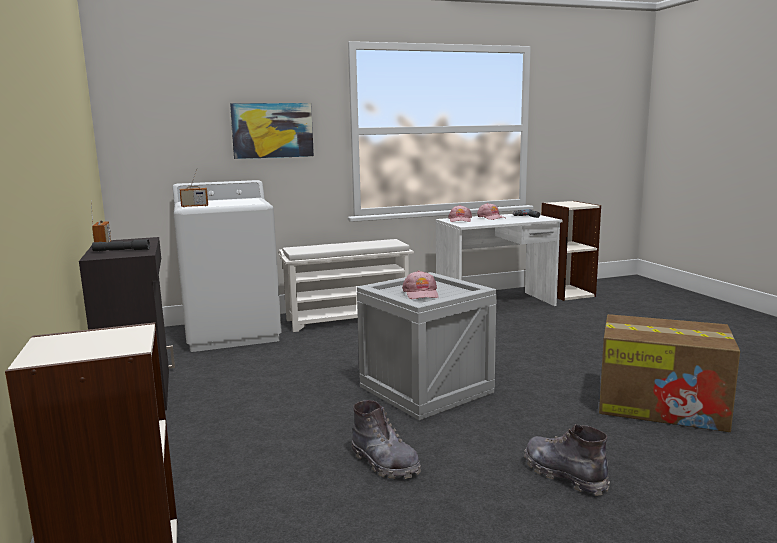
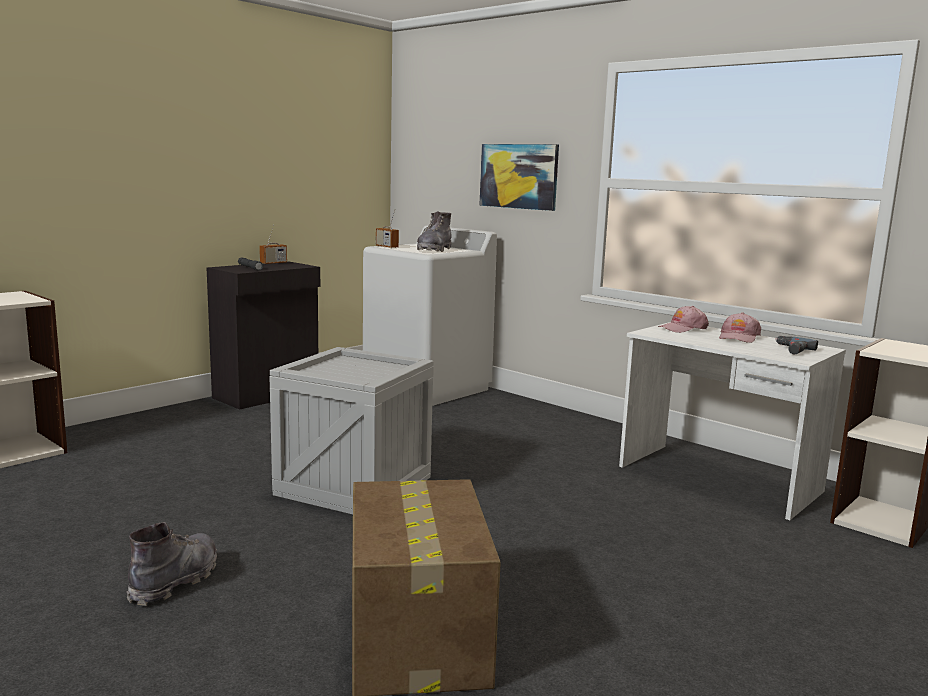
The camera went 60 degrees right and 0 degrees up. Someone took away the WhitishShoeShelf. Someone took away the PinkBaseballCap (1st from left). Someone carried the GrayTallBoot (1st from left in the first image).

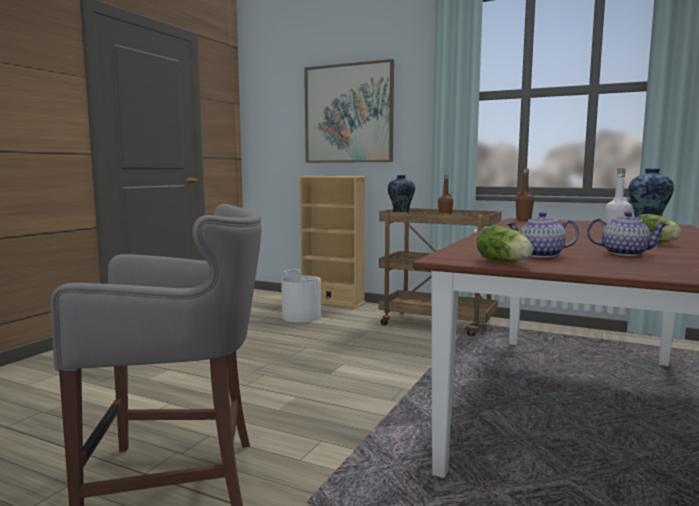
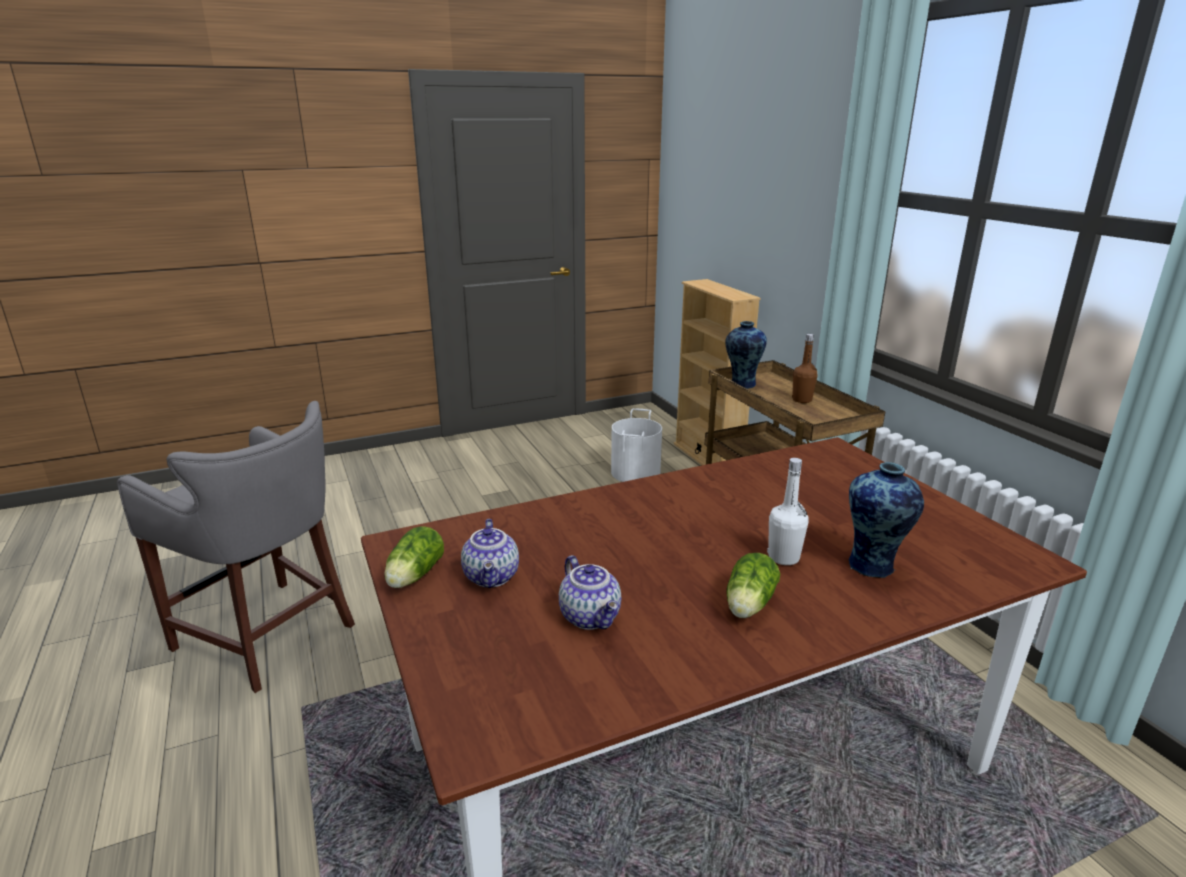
The camera went 40 degrees right and 15 degrees up. Someone took away the WallPicture. Someone took away the BrownishBottle (2nd from left). Someone rotated the Teapot (1st from left) by 135 degrees counterclockwise.

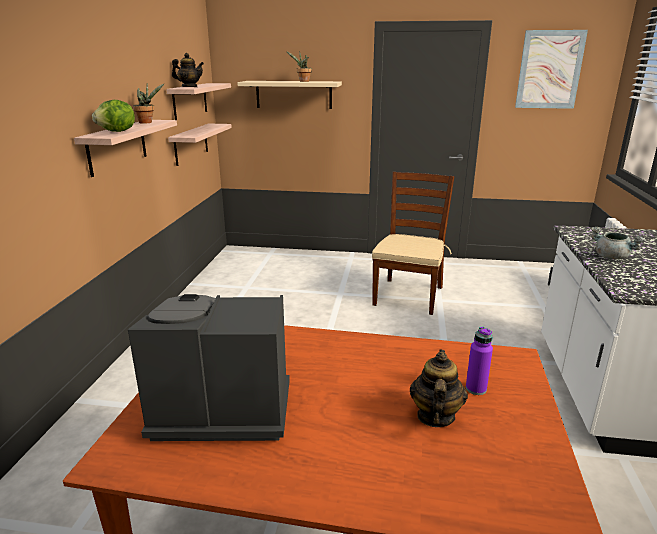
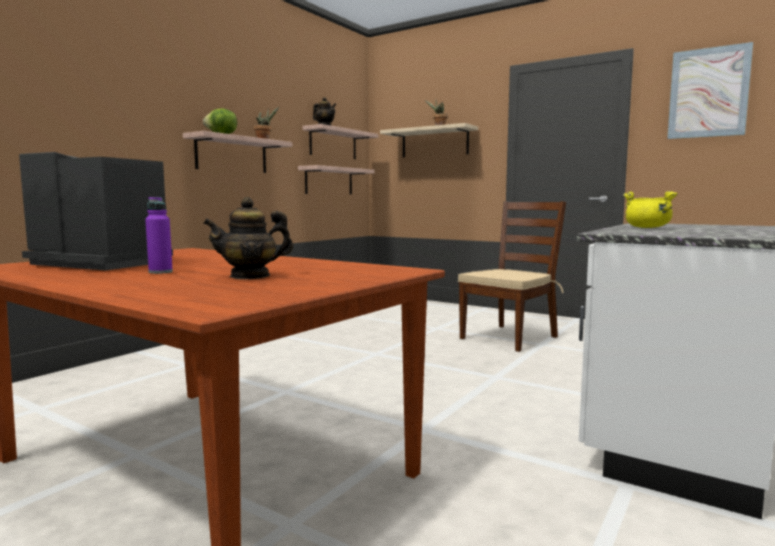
The camera went 25 degrees right and 15 degrees down. Someone repainted the GrayCookingPot, which became the YellowishCookingPot. Someone carried the PurplishBottle. Someone rotated the Teapot (2nd from left in the first image) by 150 degrees counterclockwise.

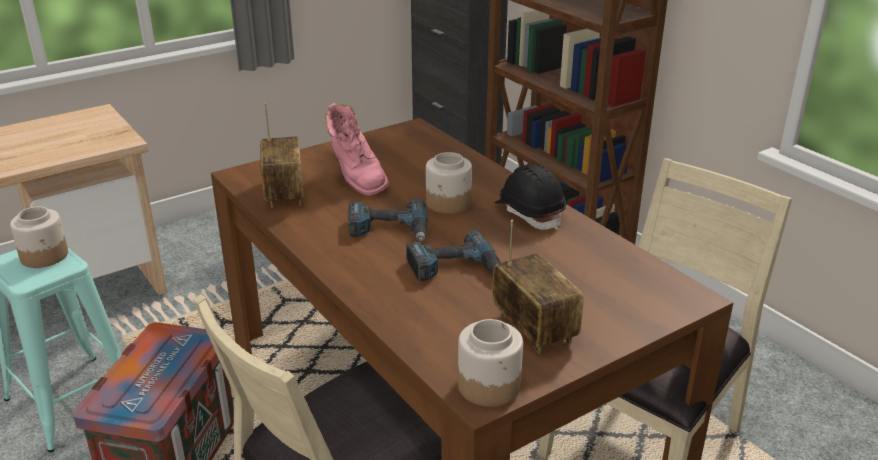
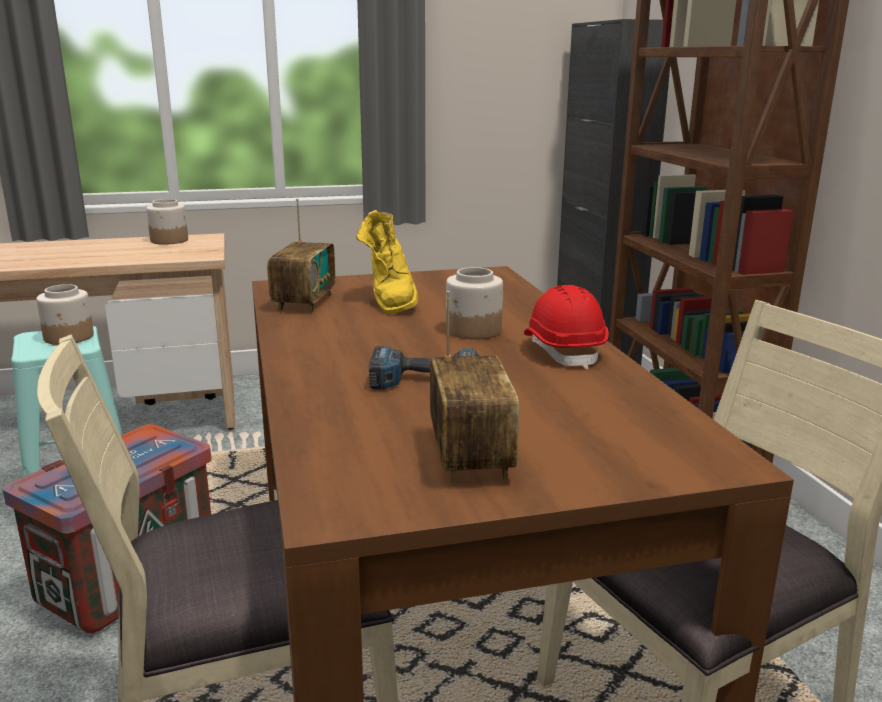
The camera went 20 degrees right and 10 degrees down. Someone repainted the PinkTallBoot, which became the YellowishTallBoot. Someone repainted the BlackWorkHelmet, which became the RedWorkHelmet. Someone took away the ElectricDrill (1st from left). Someone carried the StorageJar (3rd from left in the first image).

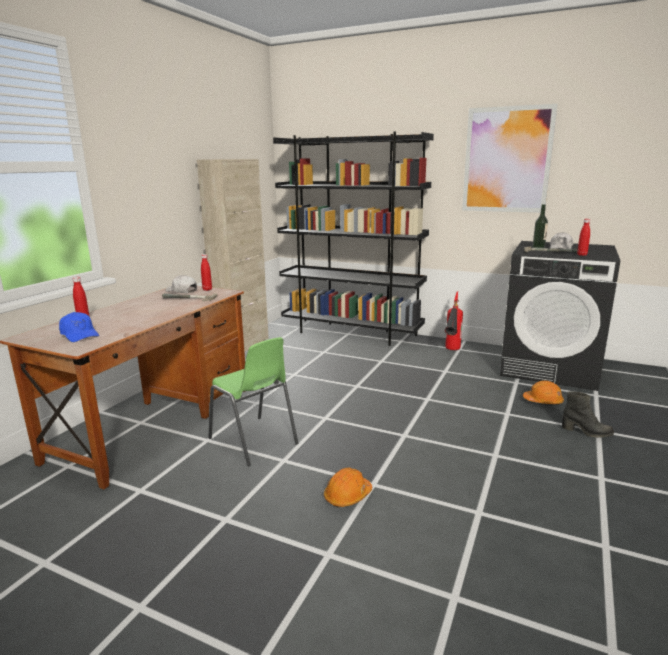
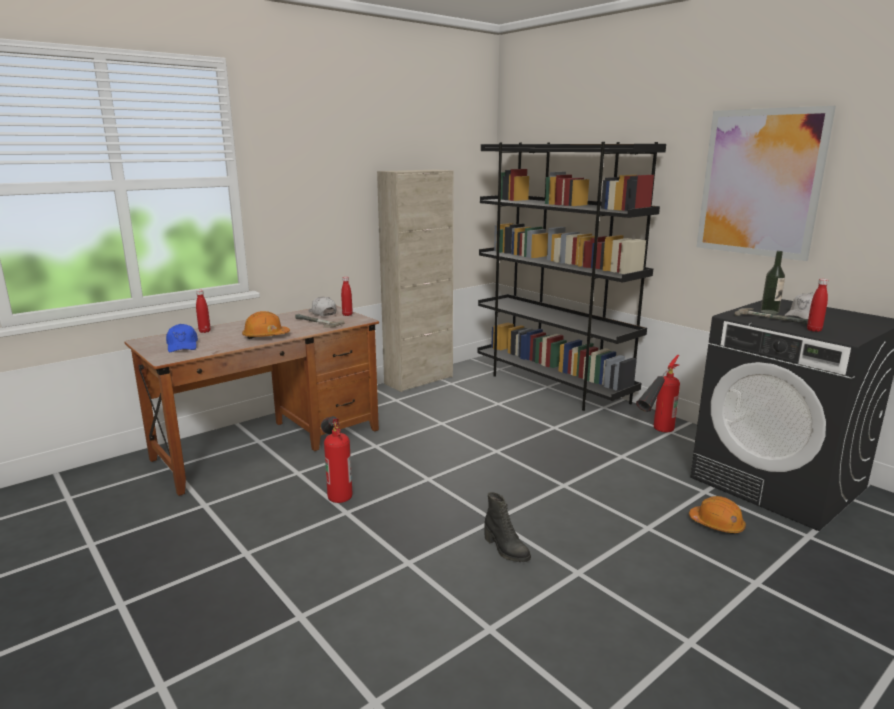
The camera went 25 degrees right and 0 degrees up. Someone swapped the GreenColouredChair for the FireFightingCylinder (1st from left). Someone carried the BlackTallBoot. Someone carried the OrangeColouredWorkHelmet (1st from left).

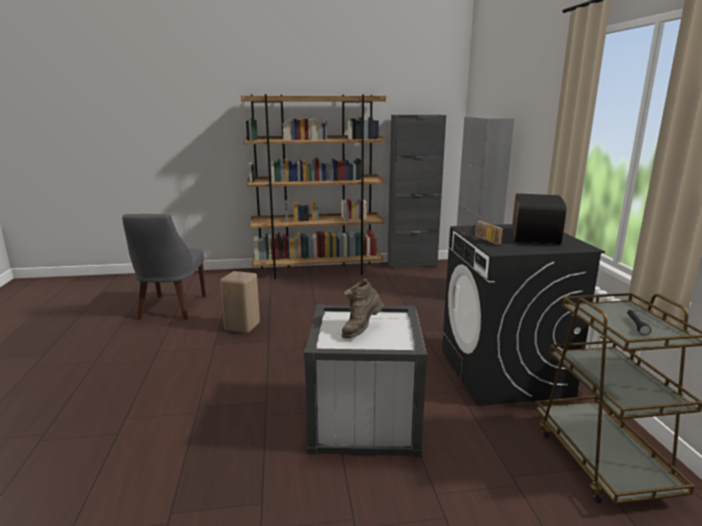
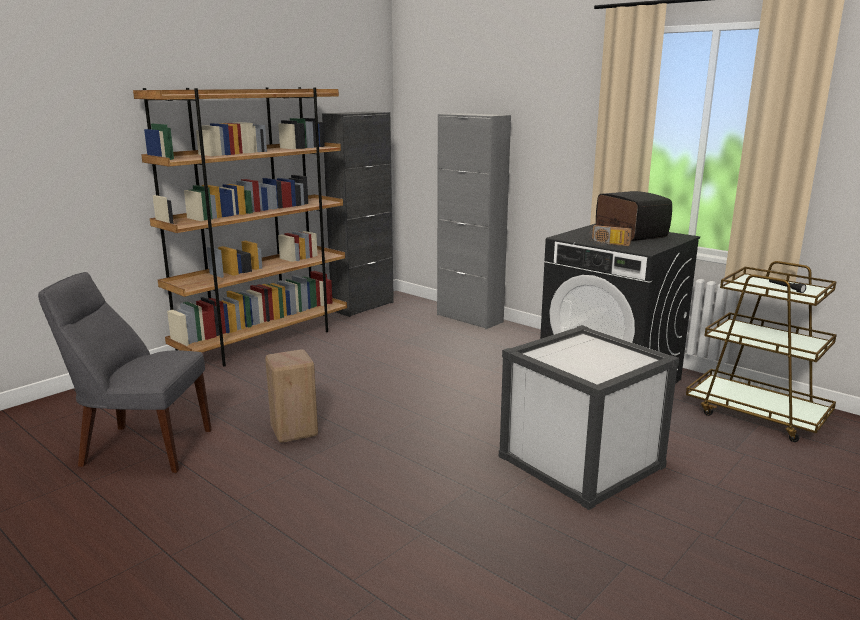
The camera went 40 degrees left and 0 degrees up. Someone rotated the GrayChair by 135 degrees clockwise. Someone took away the BrownishTallBoot.

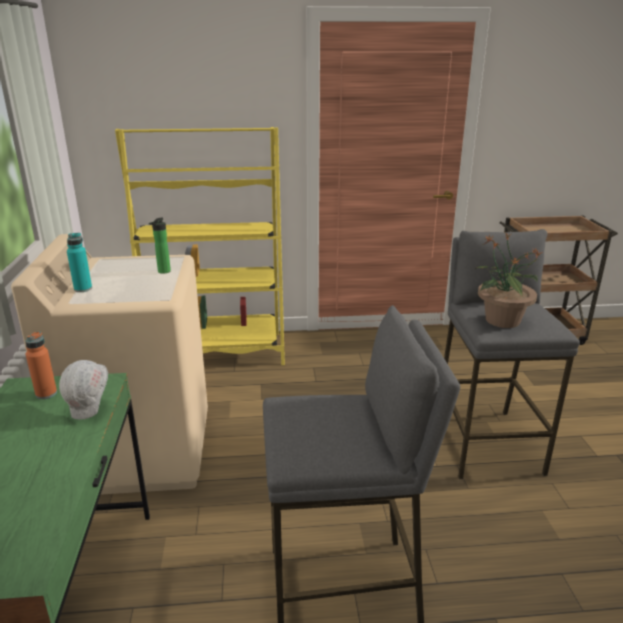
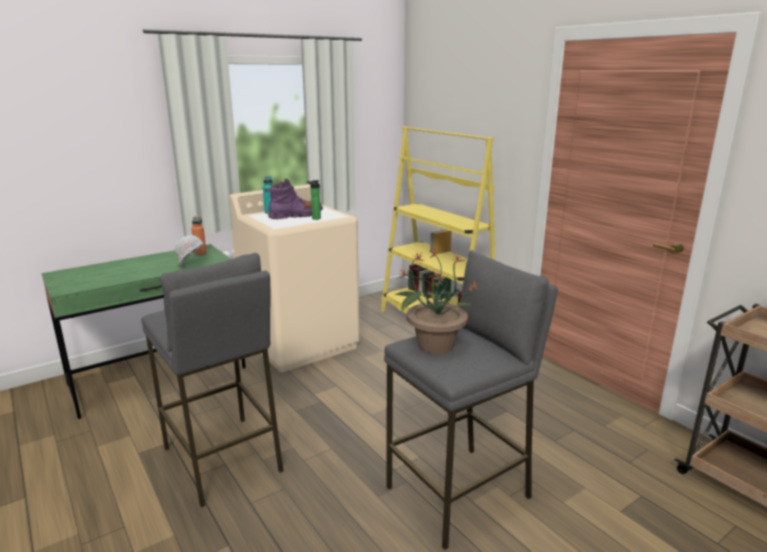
The camera went 60 degrees right and 5 degrees down. Someone put down the PurplishTallBoot.

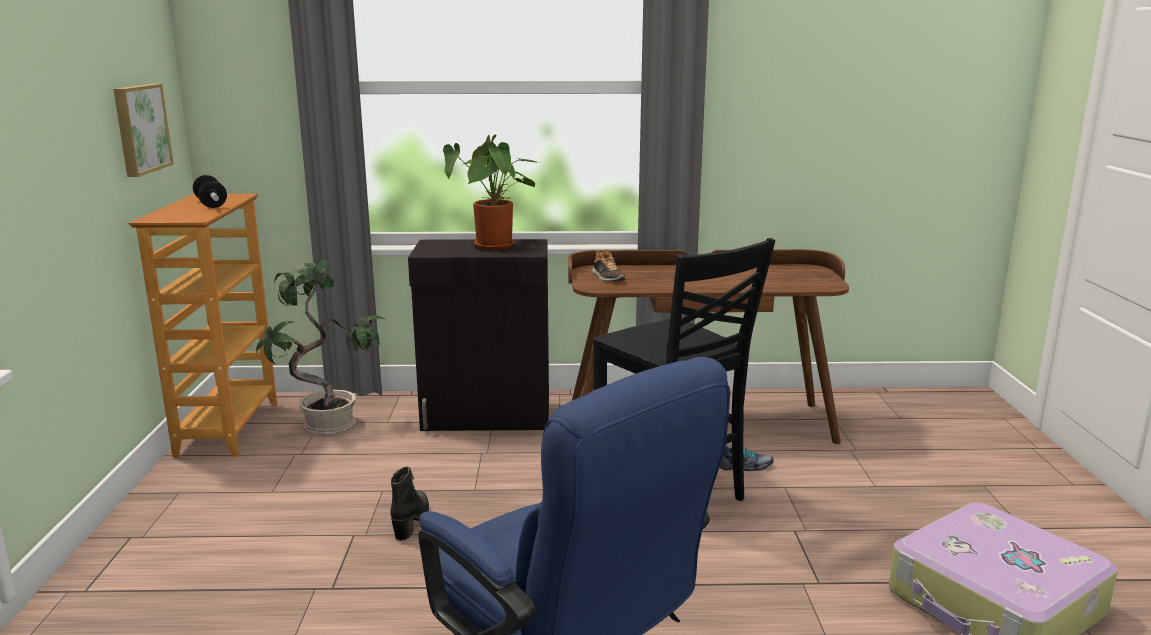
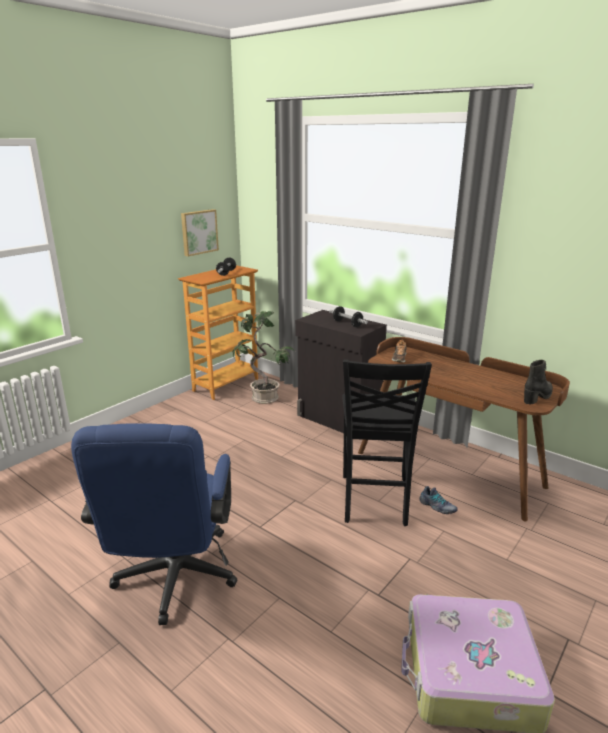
The camera went 40 degrees right and 5 degrees up. Someone swapped the PottedPlant (2nd from left) for the FreeWeight (2nd from left). Someone carried the BlackTallBoot.

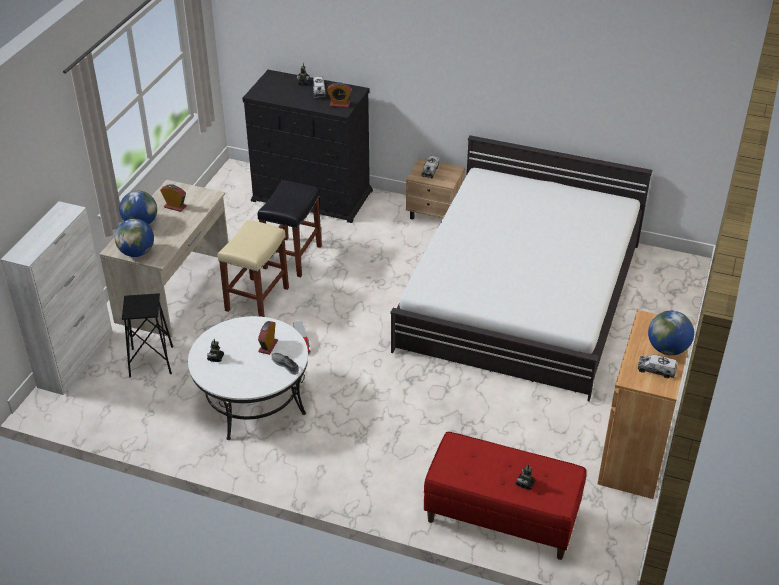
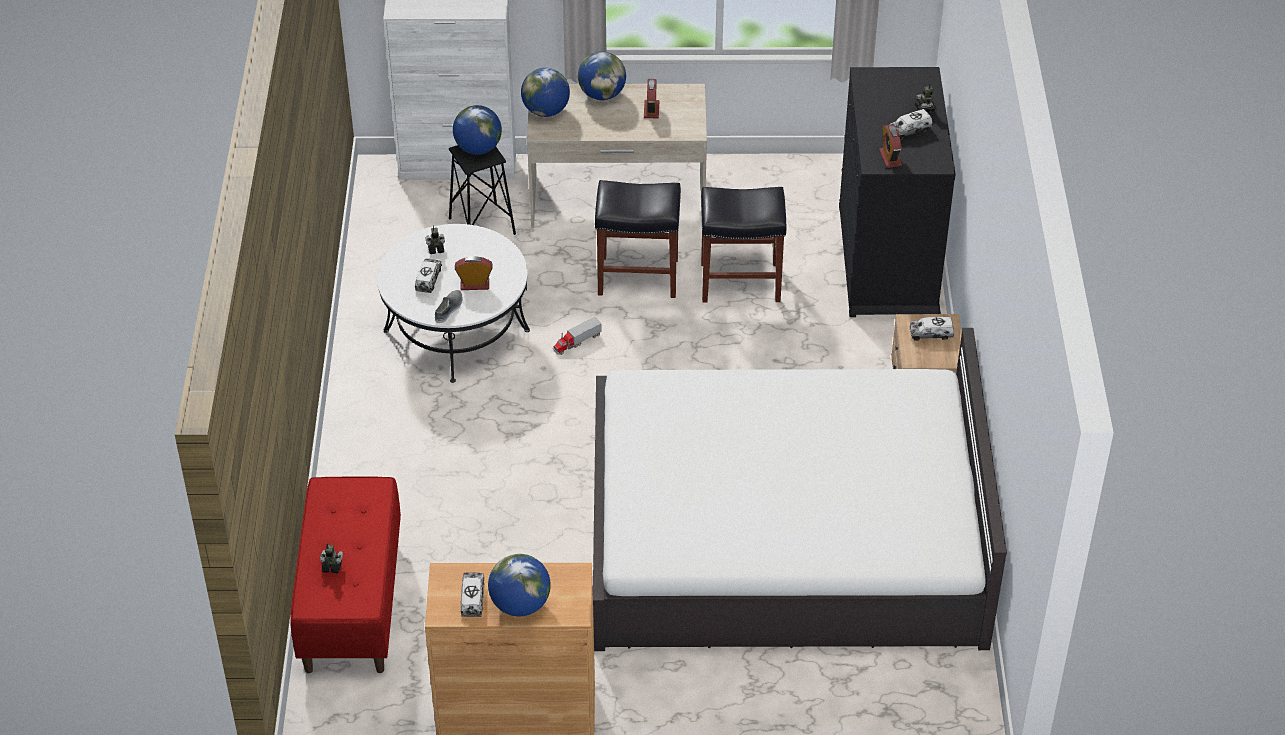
The camera went 70 degrees right and 5 degrees up. Someone repainted the BeigeColouredStoolSeat, which became the BlackStoolSeat (2nd from left). Someone put down the WorldGlobe (1st from left). Someone put down the ModelTruck (1st from left).

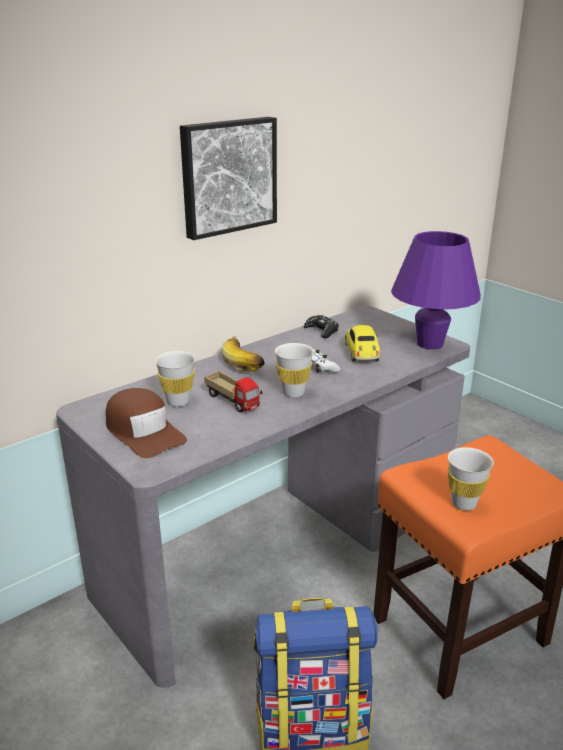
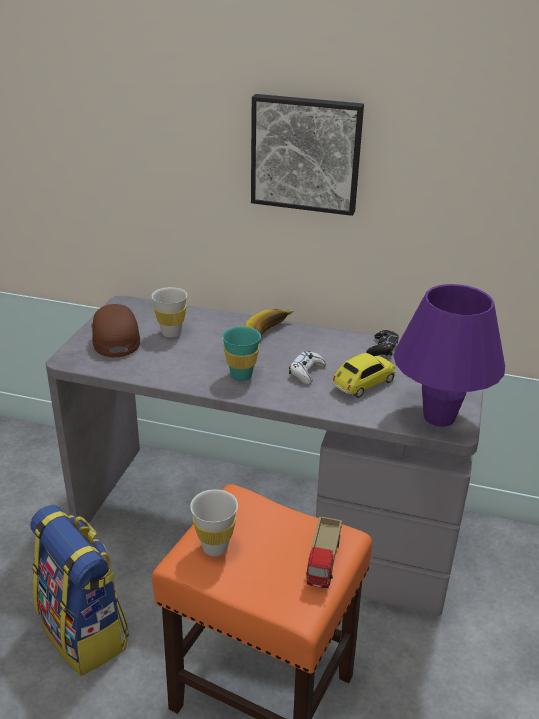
The camera went 55 degrees right and 5 degrees up. Someone repainted the WhitishSmallCup (2nd from left), which became the TurquoiseColouredSmallCup. Someone carried the ModelTruck. Someone rotated the BrownishBaseballCap by 150 degrees clockwise.

